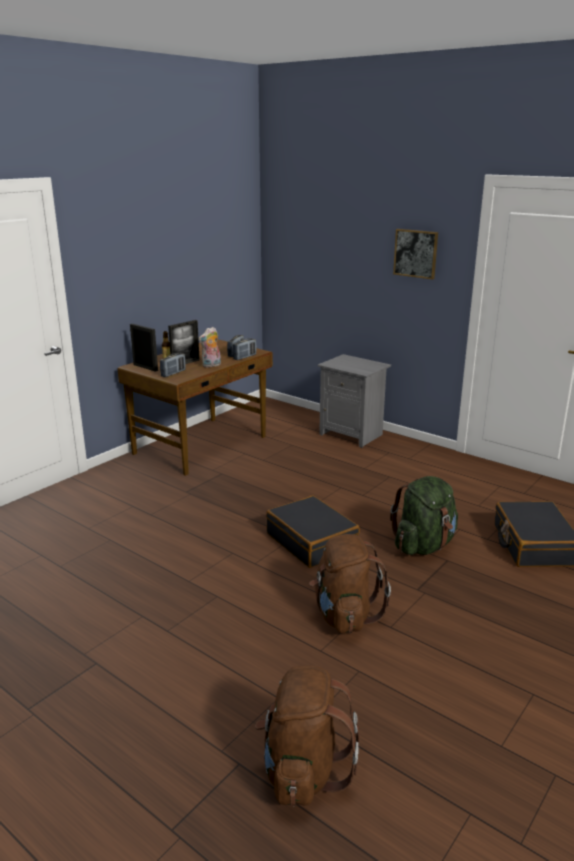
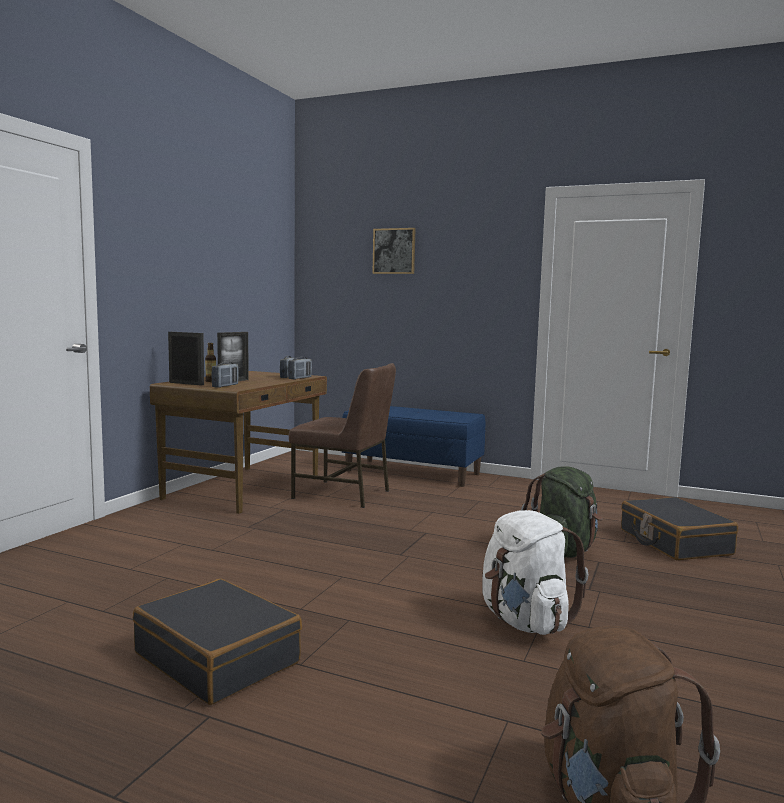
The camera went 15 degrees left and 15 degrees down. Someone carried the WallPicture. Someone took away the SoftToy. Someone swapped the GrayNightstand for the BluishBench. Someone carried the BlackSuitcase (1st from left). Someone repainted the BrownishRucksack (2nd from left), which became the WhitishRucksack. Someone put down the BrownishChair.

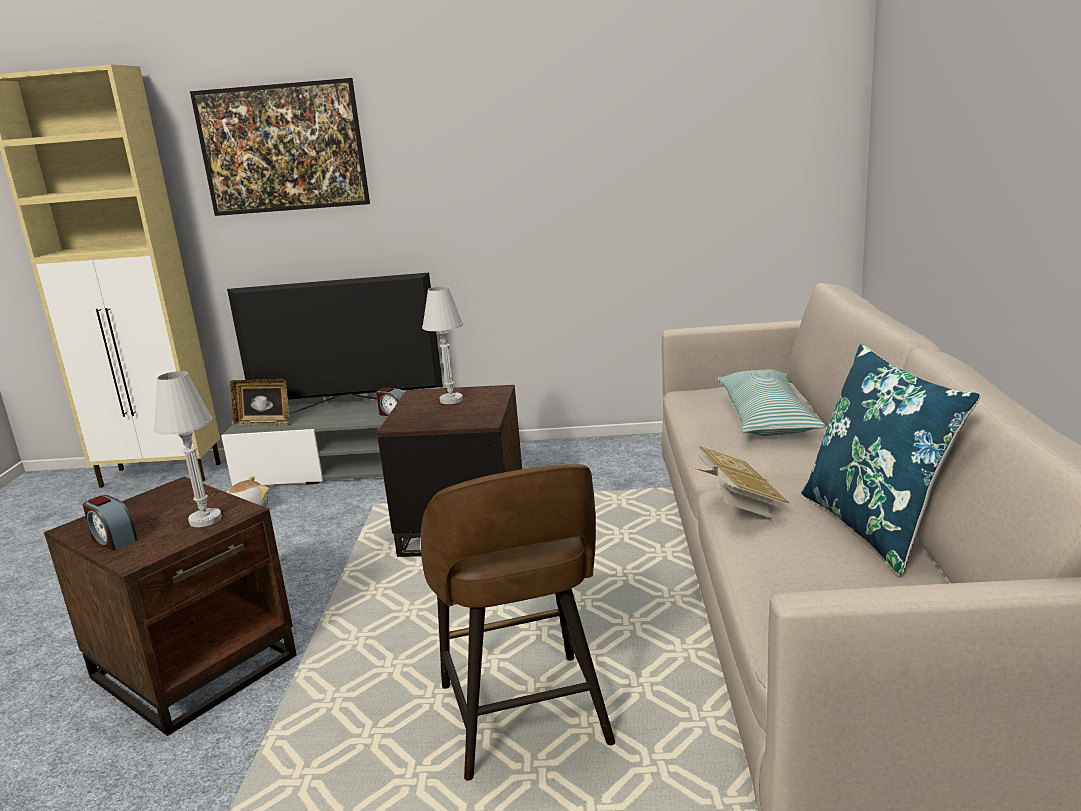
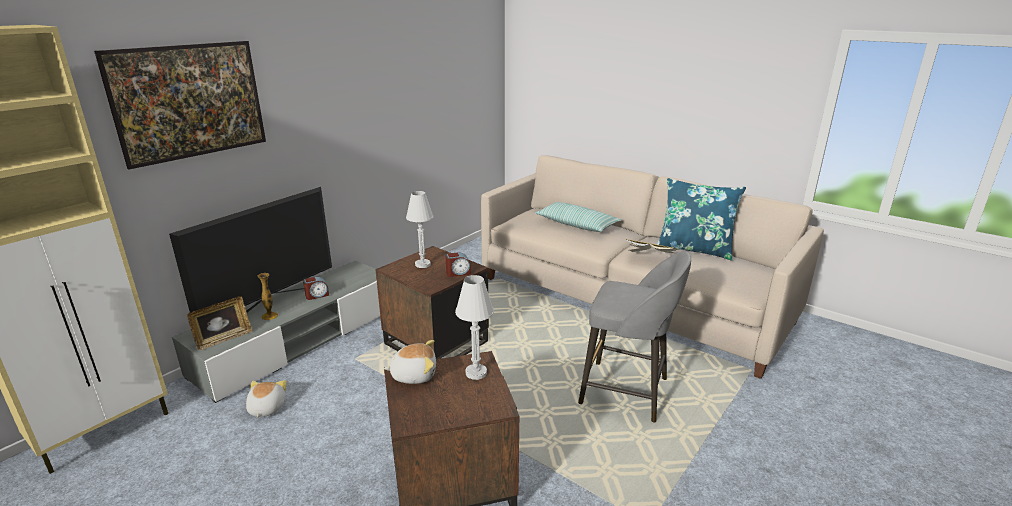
The camera went 55 degrees left and 5 degrees up. Someone repainted the BrownishStoolSeat, which became the GrayStoolSeat. Someone carried the AlarmClock (1st from left in the first image). Someone put down the FlowerVase. Someone put down the SoftToy (2nd from left).

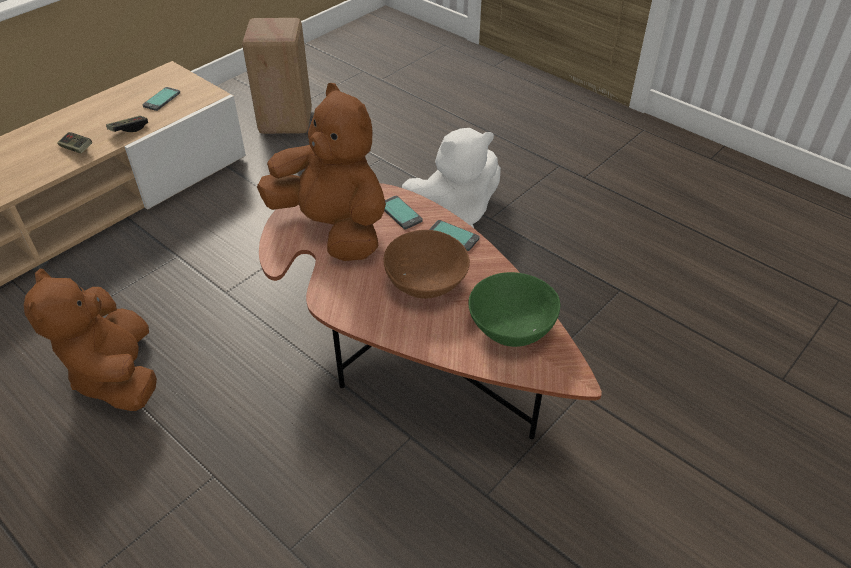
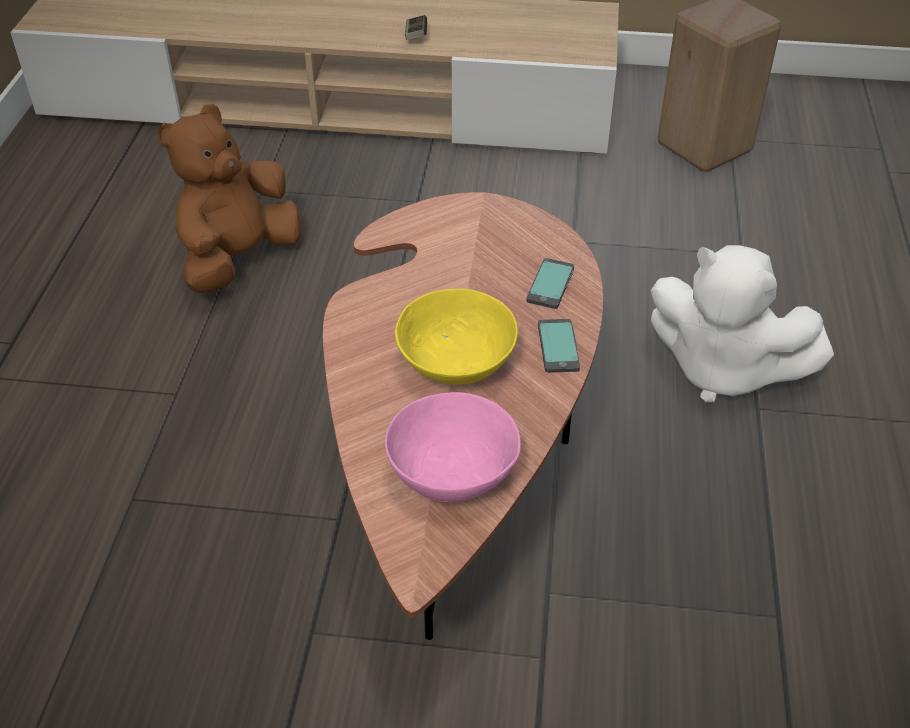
The camera went 55 degrees right and 0 degrees up. Someone took away the BrownishSoftToy (2nd from left). Someone took away the Phone (1st from left). Someone took away the GameController (2nd from left). Someone repainted the BrownishDeepDish, which became the YellowishDeepDish. Someone repainted the GreenColouredDeepDish, which became the PinkDeepDish.

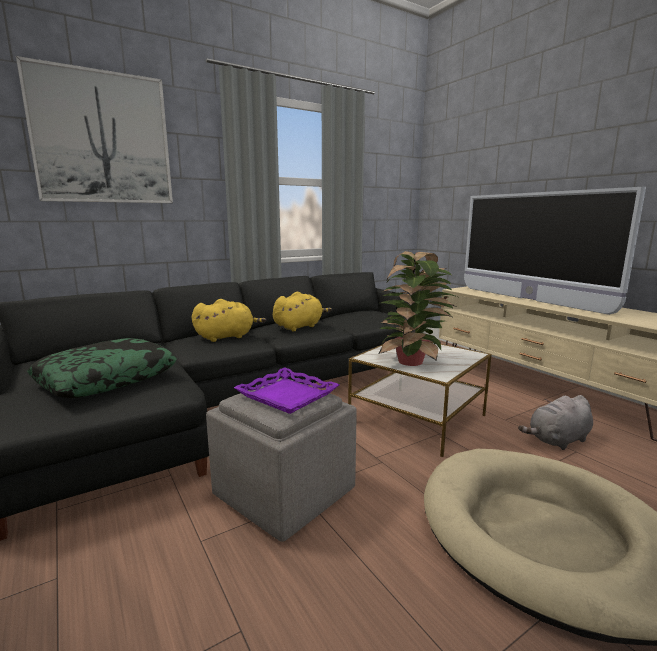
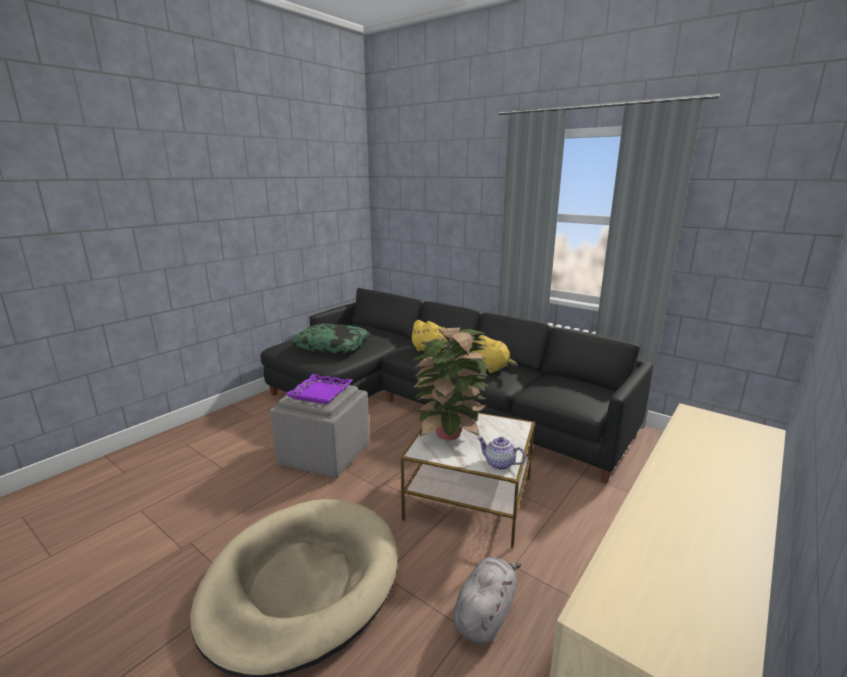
The camera went 70 degrees right and 5 degrees up. Someone took away the WallPicture. Someone took away the Tv. Someone rotated the GraySoftToy by 75 degrees clockwise. Someone put down the Teapot.

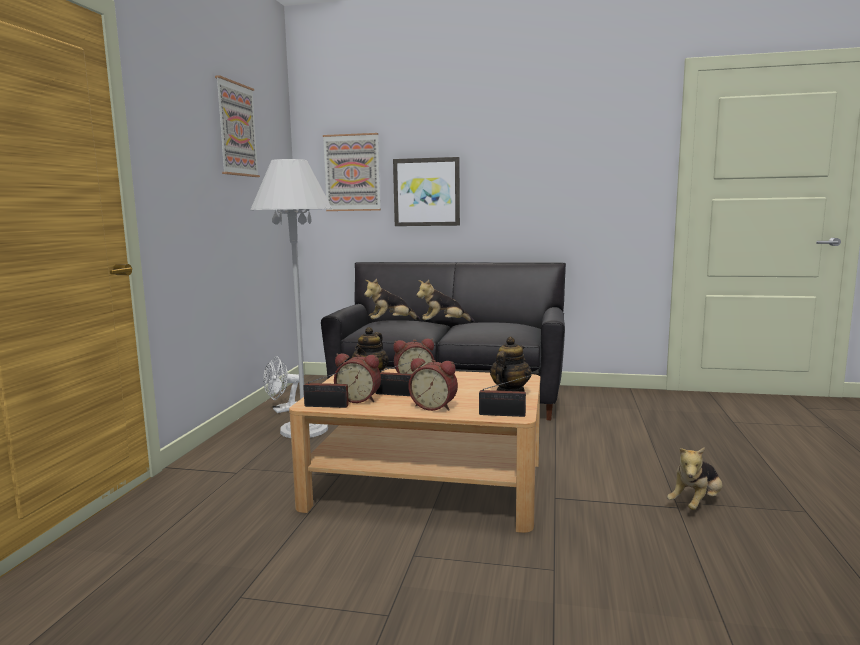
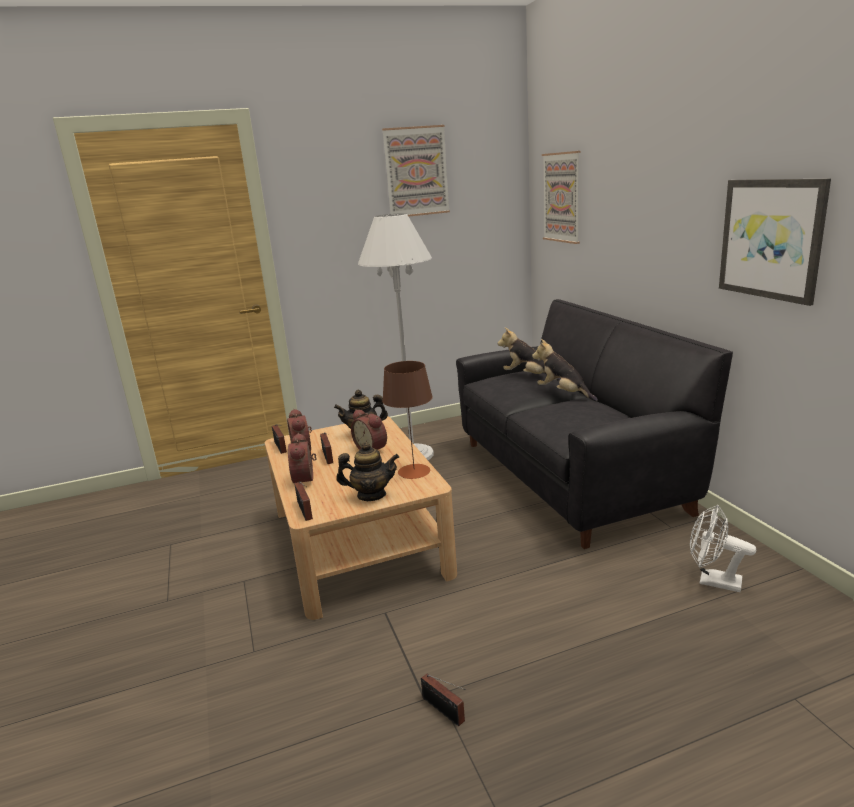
The camera went 60 degrees right and 10 degrees up. Someone carried the WallPicture (3rd from left). Someone carried the WhitishCoolingFan. Someone swapped the SoftToy (3rd from left) for the RadioSet (4th from left). Someone put down the BrownishTableLamp.

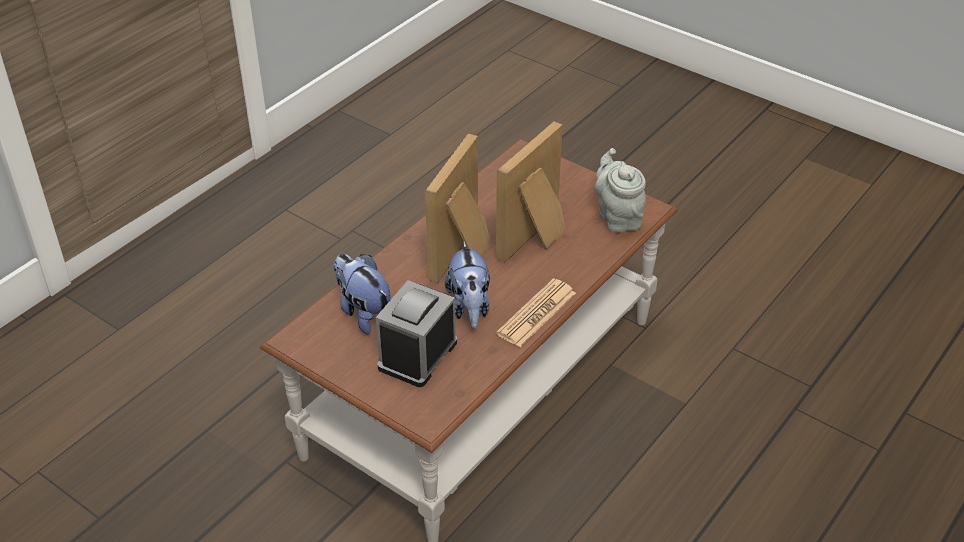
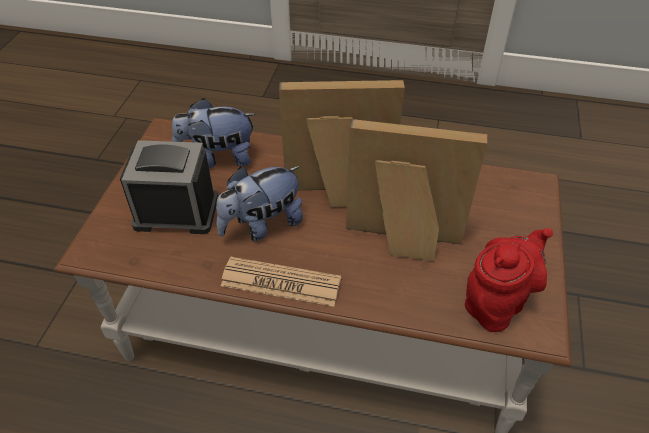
The camera went 65 degrees right and 5 degrees up. Someone repainted the GrayTeapot, which became the RedTeapot. Someone rotated the SoftToy (1st from left) by 120 degrees counterclockwise.

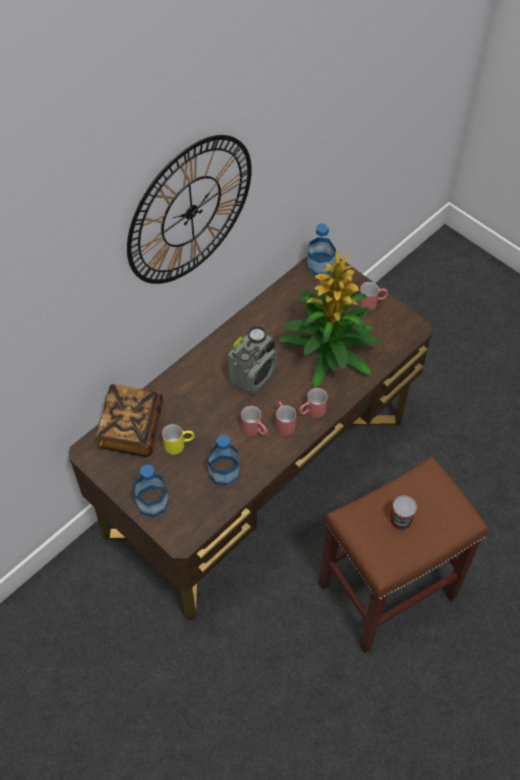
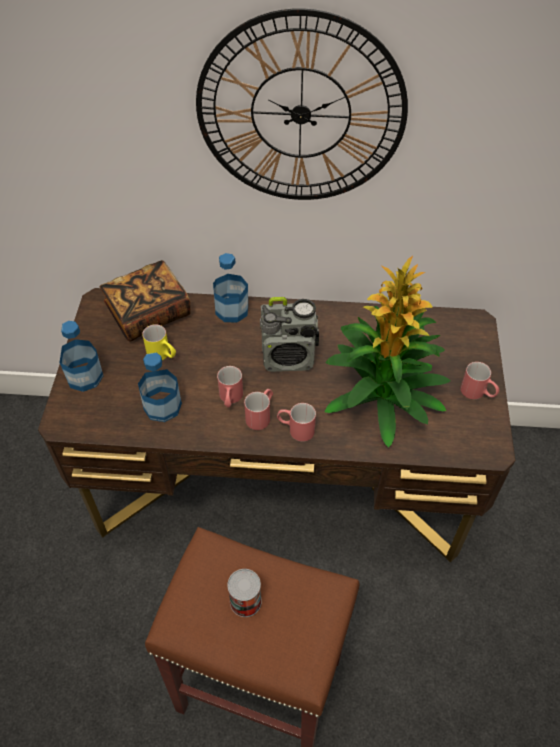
The camera went 50 degrees right and 5 degrees down. Someone carried the Bottle (3rd from left).

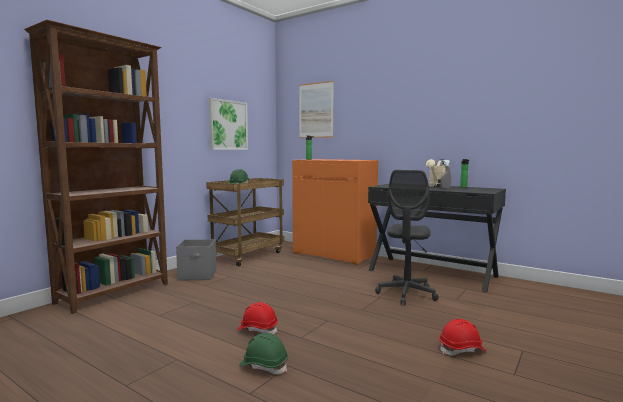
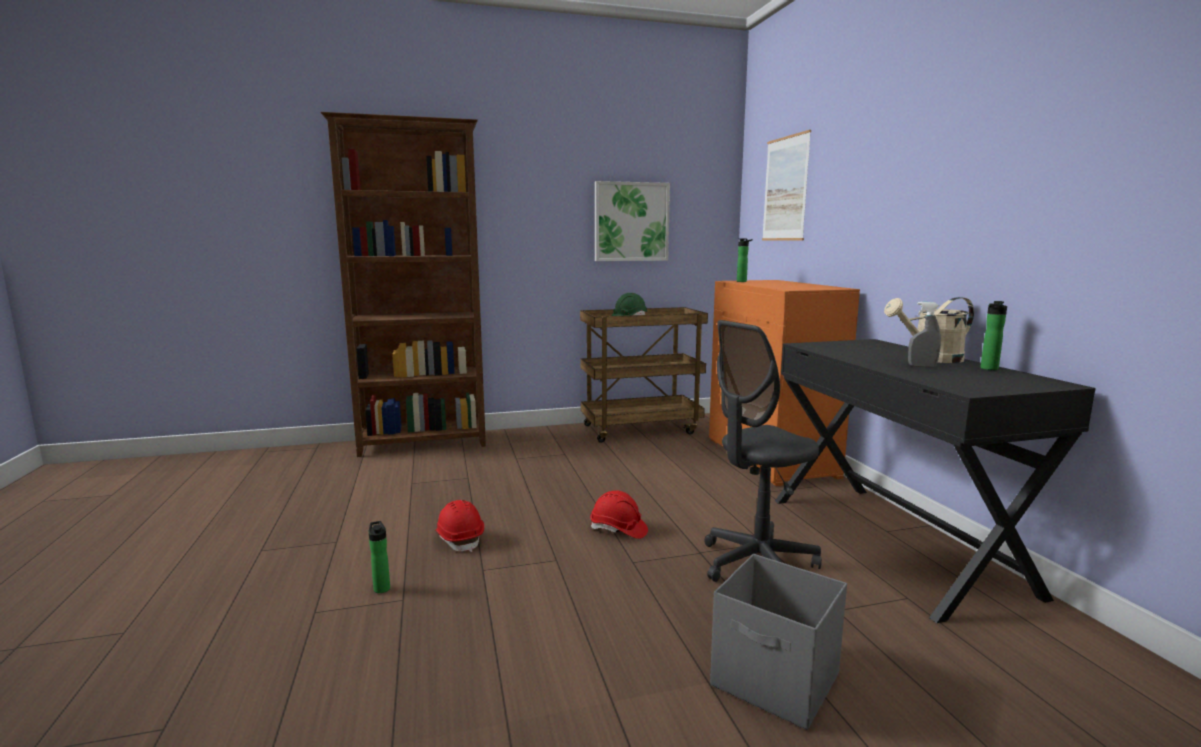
The camera went 40 degrees right and 5 degrees up. Someone carried the GrayStorageBox. Someone carried the RedWorkHelmet (2nd from left). Someone swapped the GreenColouredWorkHelmet (2nd from left) for the Bottle (1st from left).

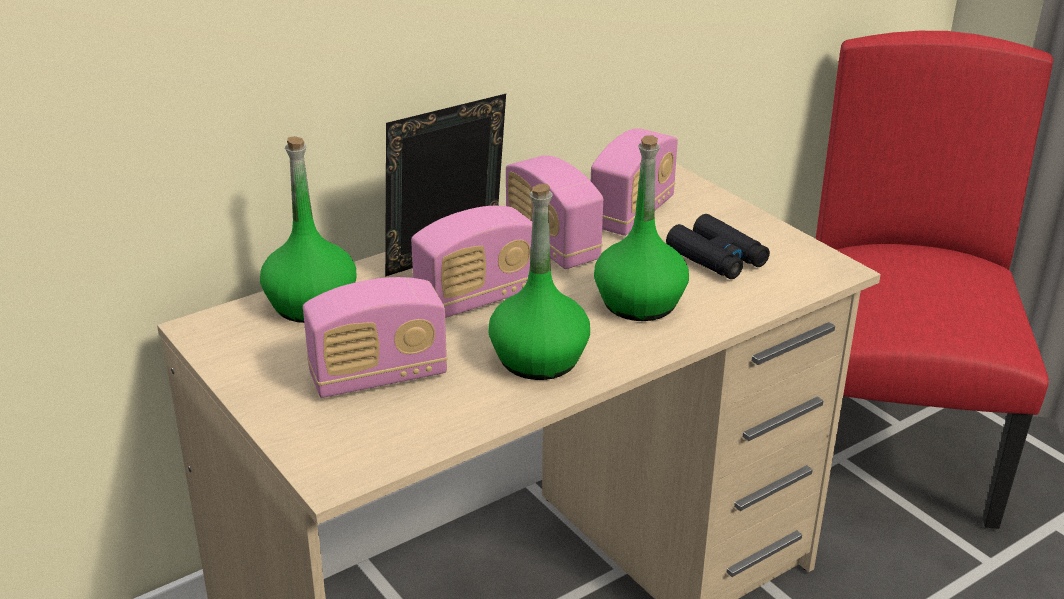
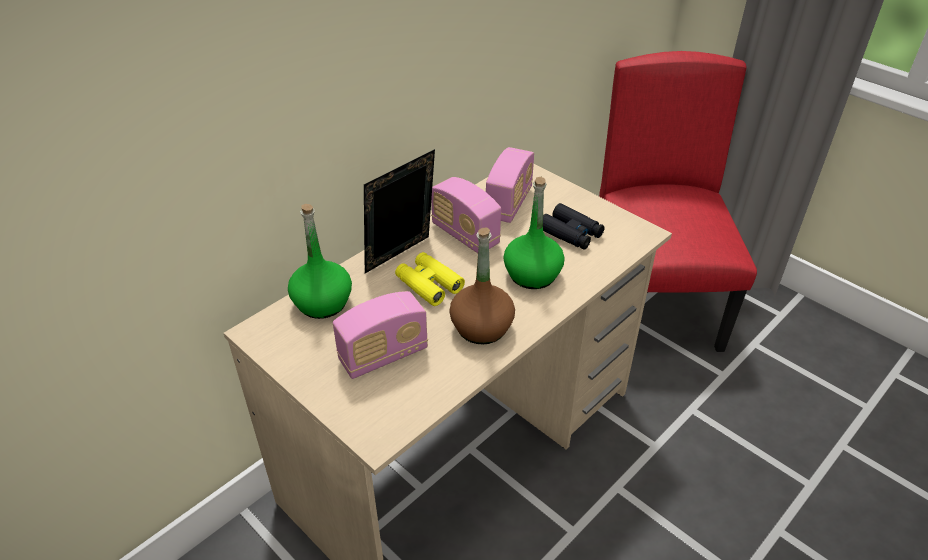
The camera went 10 degrees left and 10 degrees up. Someone repainted the GreenColouredBottle (2nd from left), which became the BrownishBottle. Someone swapped the RadioSet (2nd from left) for the YellowishPairOfBinoculars.

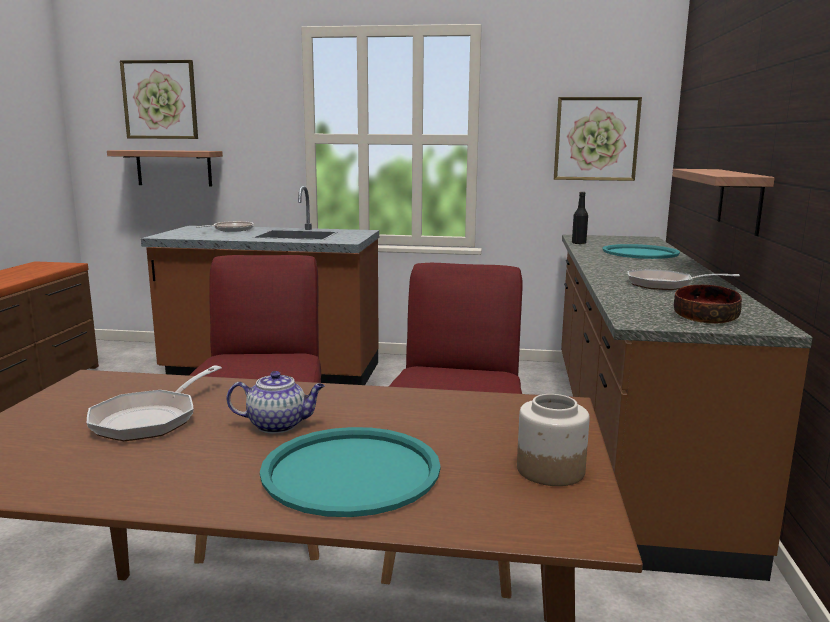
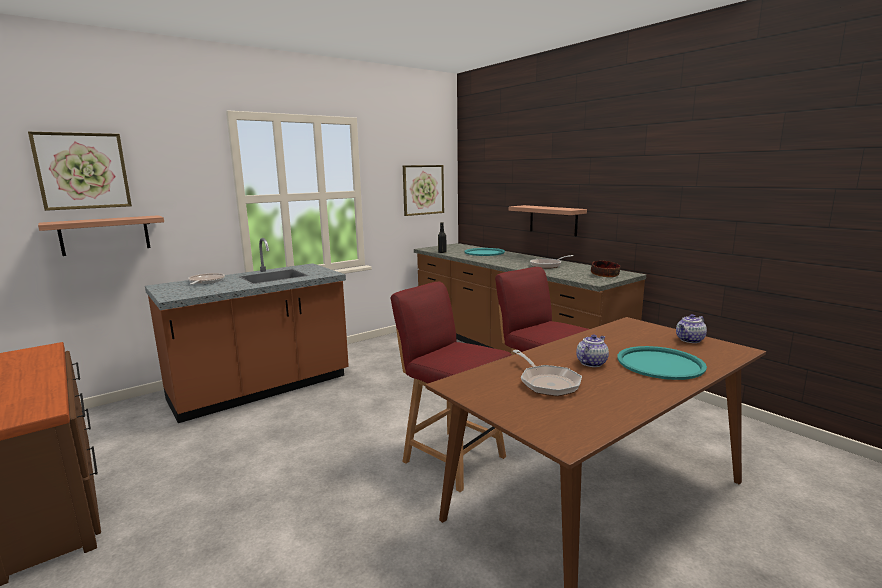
The camera went 45 degrees left and 0 degrees up. Someone swapped the StorageJar for the Teapot (2nd from left).

